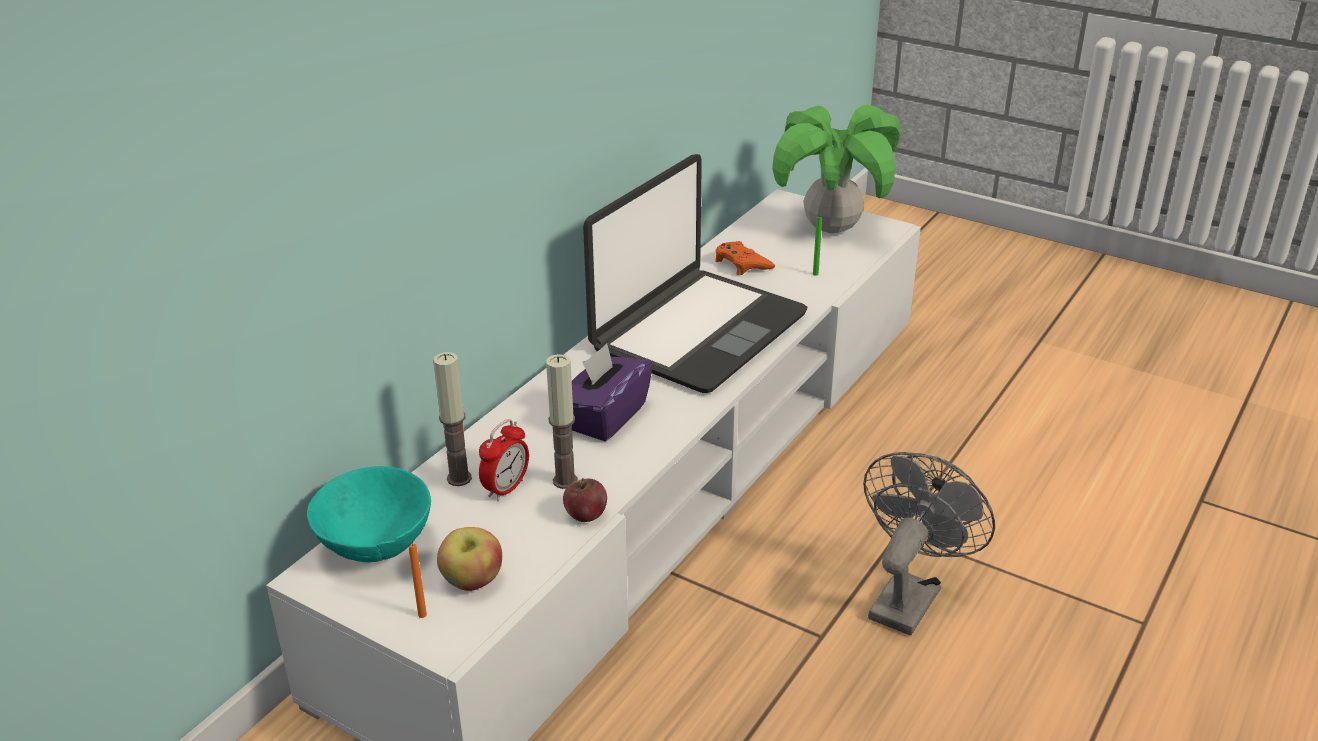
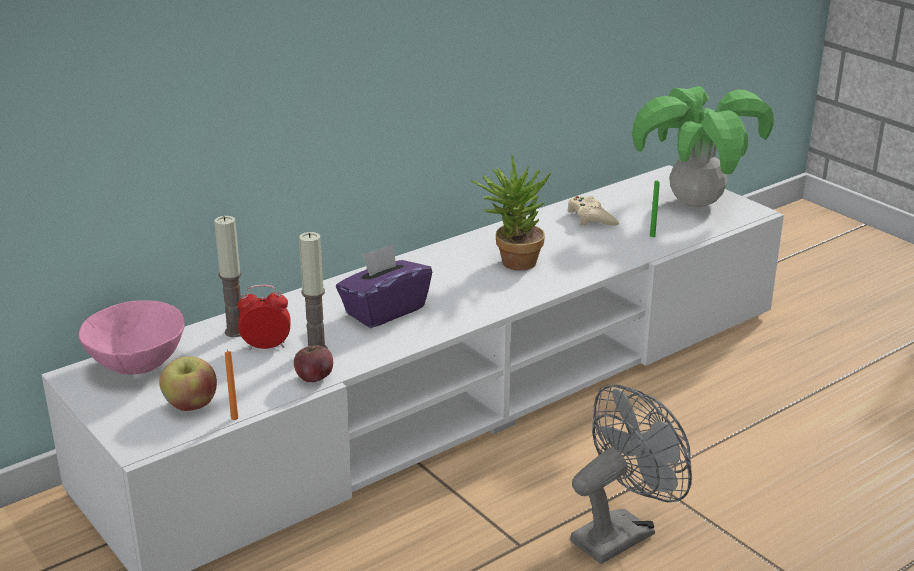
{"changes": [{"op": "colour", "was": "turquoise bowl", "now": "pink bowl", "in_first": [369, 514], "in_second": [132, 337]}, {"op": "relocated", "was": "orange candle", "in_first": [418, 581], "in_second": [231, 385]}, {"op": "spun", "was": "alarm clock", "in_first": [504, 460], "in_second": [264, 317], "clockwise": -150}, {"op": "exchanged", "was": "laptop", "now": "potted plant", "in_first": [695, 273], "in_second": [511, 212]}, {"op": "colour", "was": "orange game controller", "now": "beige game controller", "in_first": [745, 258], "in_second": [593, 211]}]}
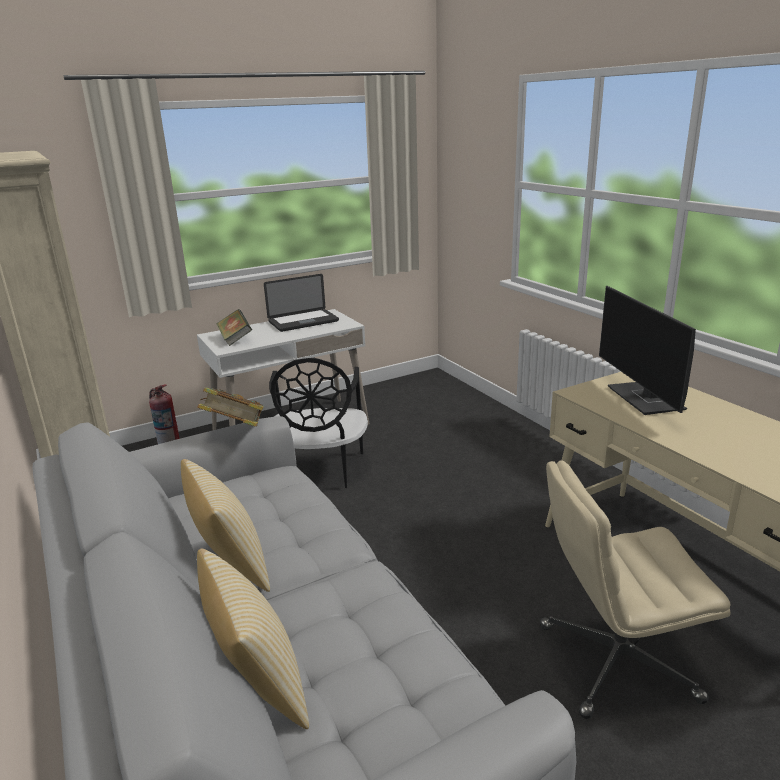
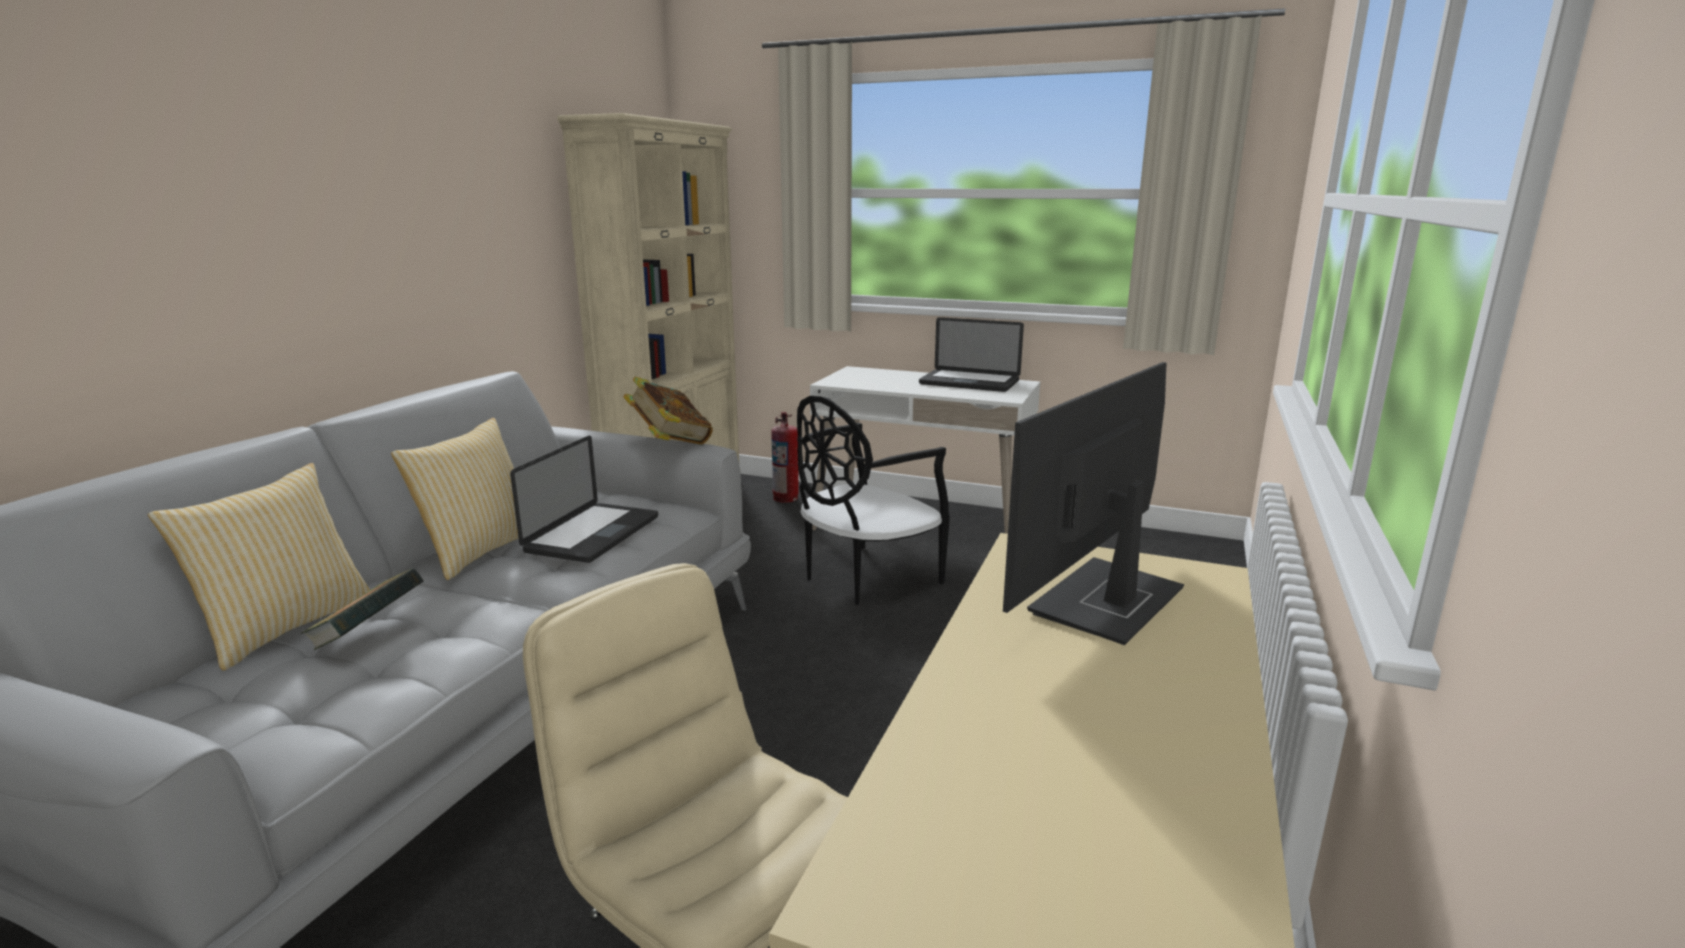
{"changes": [{"op": "relocated", "was": "book", "in_first": [234, 327], "in_second": [362, 609]}, {"op": "appeared", "now": "laptop", "in_second": [584, 499]}]}
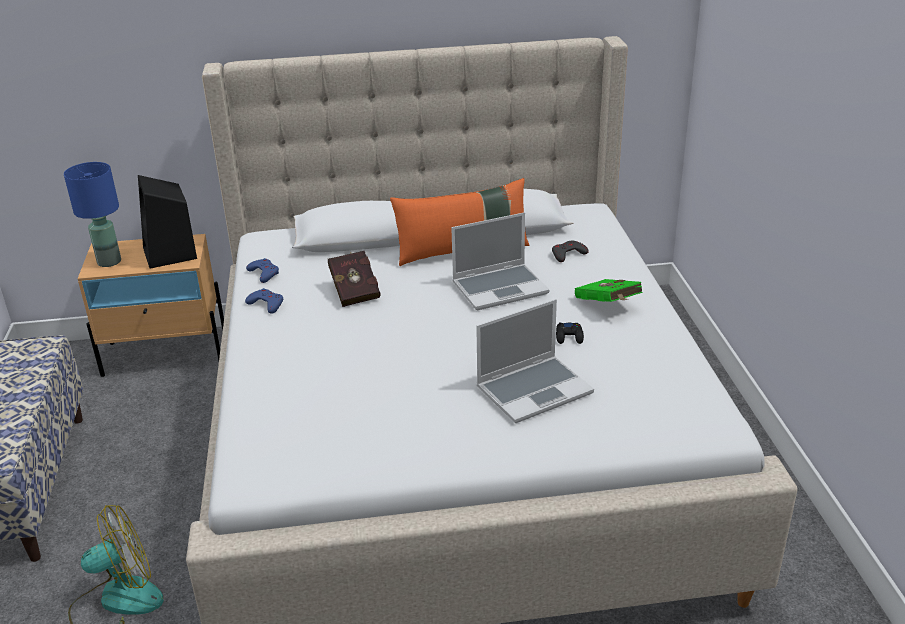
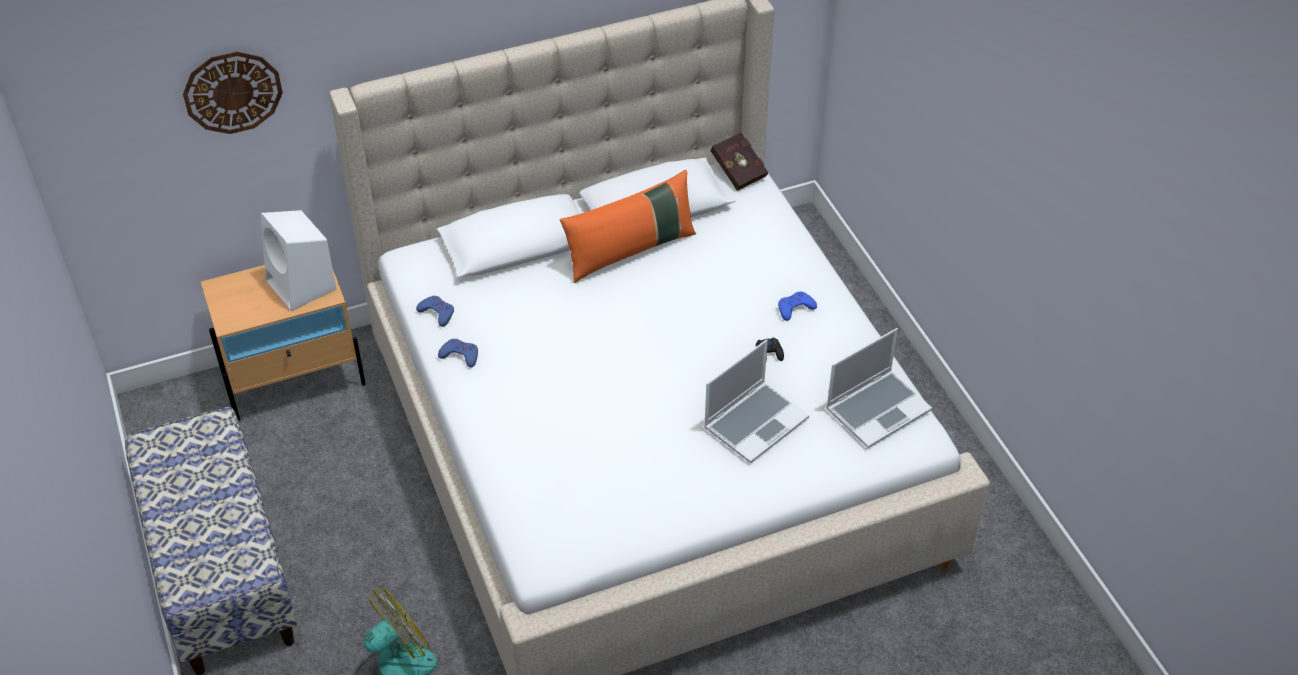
{"changes": [{"op": "appeared", "now": "wall clock", "in_second": [233, 92]}, {"op": "colour", "was": "black speaker", "now": "white speaker", "in_first": [167, 222], "in_second": [298, 260]}, {"op": "relocated", "was": "red book", "in_first": [354, 279], "in_second": [739, 162]}, {"op": "exchanged", "was": "green book", "now": "blue game controller", "in_first": [609, 290], "in_second": [797, 306]}, {"op": "relocated", "was": "laptop", "in_first": [500, 261], "in_second": [879, 388]}, {"op": "missing", "was": "blue table lamp", "in_first": [92, 214]}, {"op": "missing", "was": "grey game controller", "in_first": [570, 251]}]}
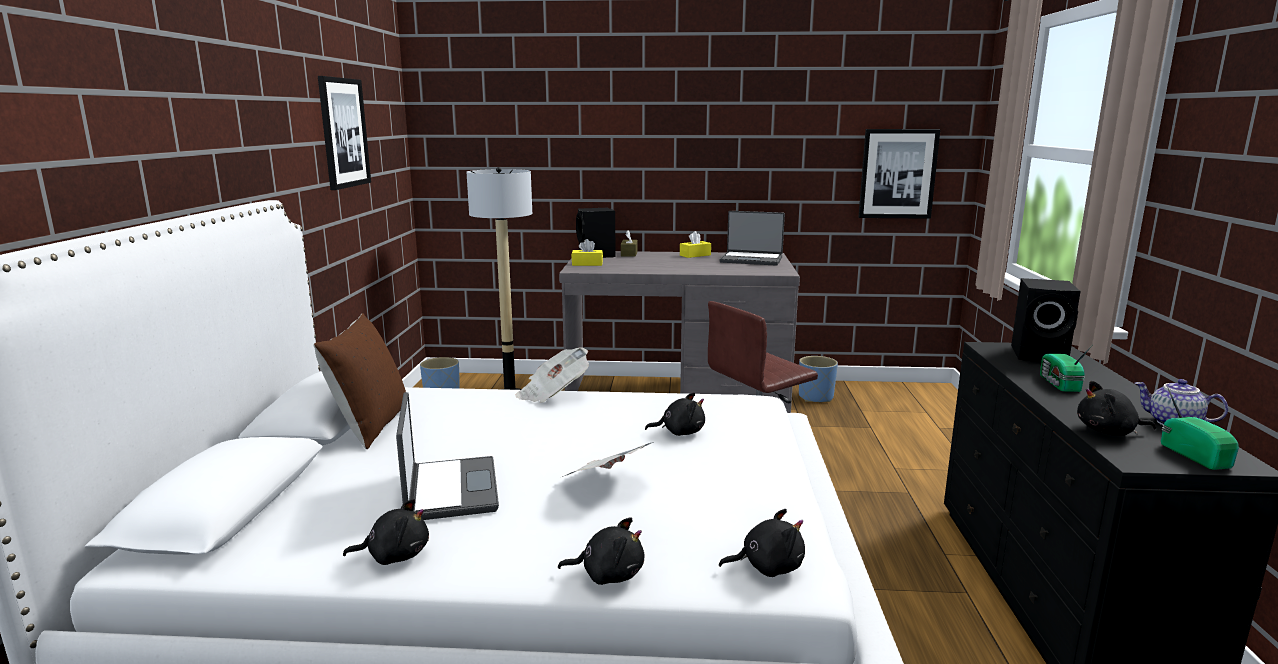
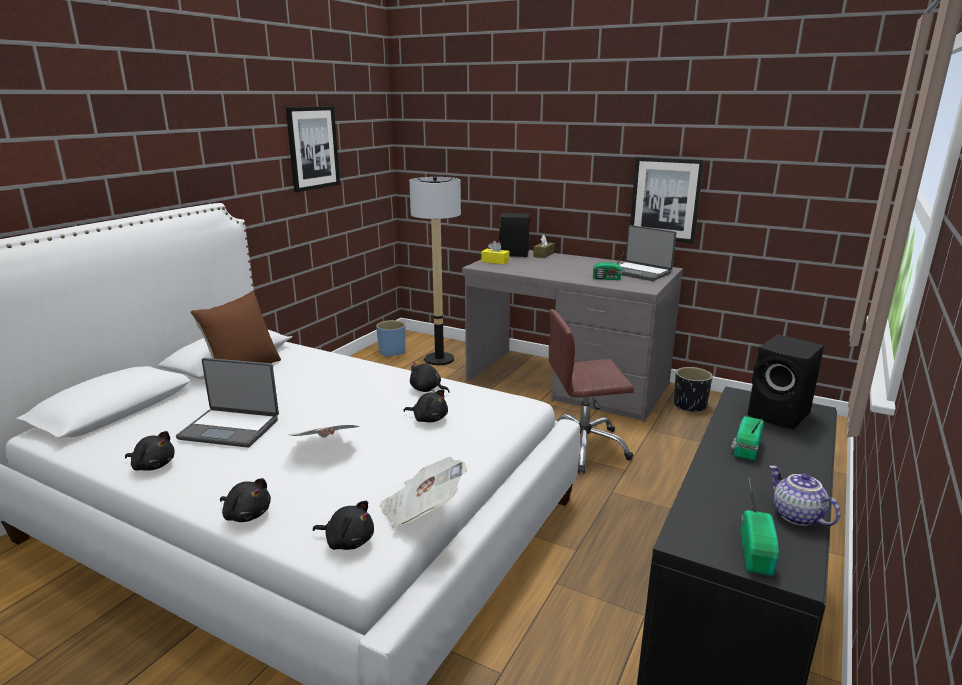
{"changes": [{"op": "spun", "was": "laptop", "in_first": [447, 456], "in_second": [227, 403], "clockwise": 90}, {"op": "relocated", "was": "newspaper", "in_first": [552, 375], "in_second": [423, 492]}, {"op": "relocated", "was": "black plush toy", "in_first": [1116, 408], "in_second": [429, 375]}, {"op": "appeared", "now": "radio", "in_second": [609, 265]}, {"op": "relocated", "was": "picture", "in_first": [899, 174], "in_second": [667, 200]}, {"op": "colour", "was": "blue planter", "now": "black planter", "in_first": [818, 379], "in_second": [693, 390]}, {"op": "missing", "was": "yellow tissue box", "in_first": [695, 244]}]}
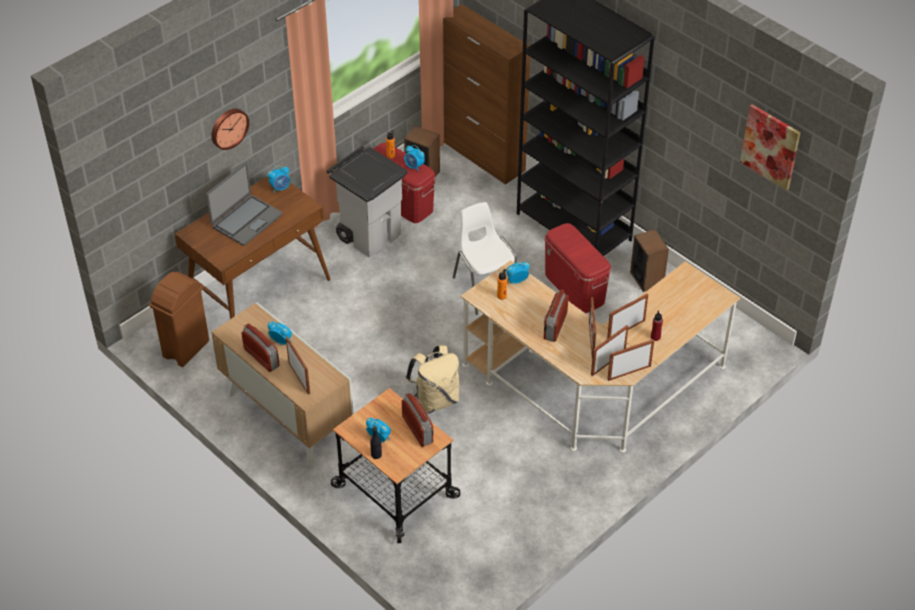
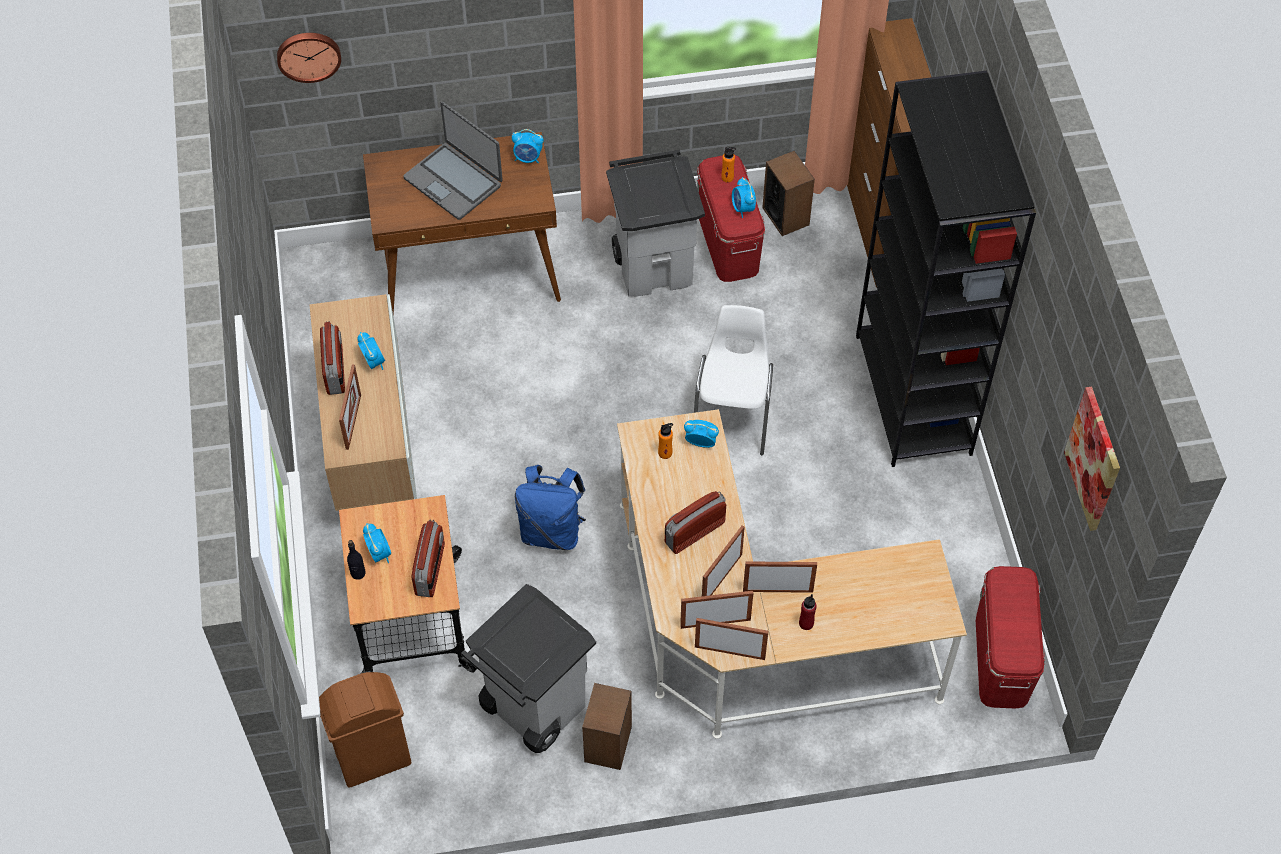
{"changes": [{"op": "relocated", "was": "wall clock", "in_first": [230, 129], "in_second": [309, 58]}, {"op": "relocated", "was": "brown trash can", "in_first": [179, 319], "in_second": [365, 730]}, {"op": "spun", "was": "laptop", "in_first": [244, 204], "in_second": [453, 161], "clockwise": 60}, {"op": "appeared", "now": "grey trash can", "in_second": [528, 668]}, {"op": "colour", "was": "beige backpack", "now": "blue backpack", "in_first": [432, 379], "in_second": [550, 507]}, {"op": "relocated", "was": "speaker", "in_first": [649, 260], "in_second": [607, 726]}, {"op": "relocated", "was": "red storage box", "in_first": [578, 268], "in_second": [1010, 637]}]}
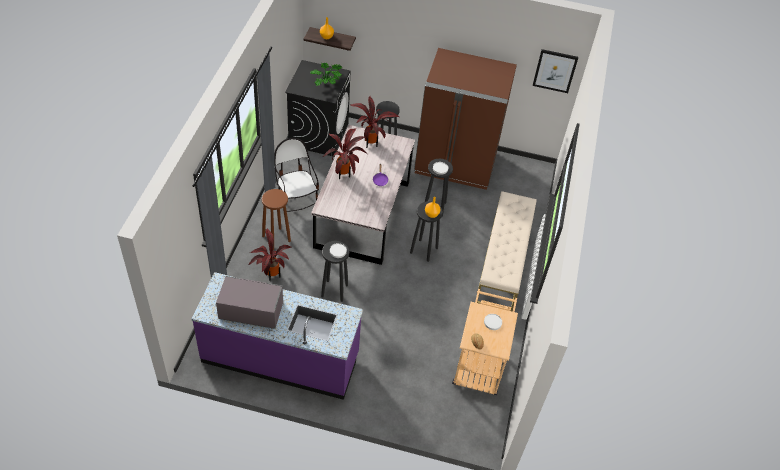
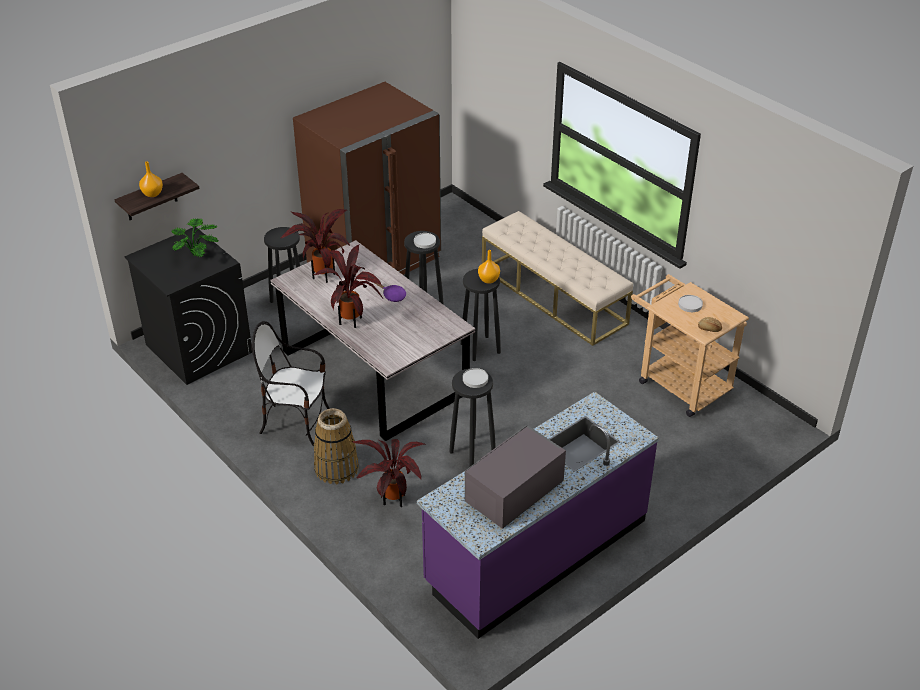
{"changes": [{"op": "exchanged", "was": "brown stool", "now": "basket", "in_first": [276, 219], "in_second": [336, 446]}, {"op": "missing", "was": "picture", "in_first": [555, 71]}]}
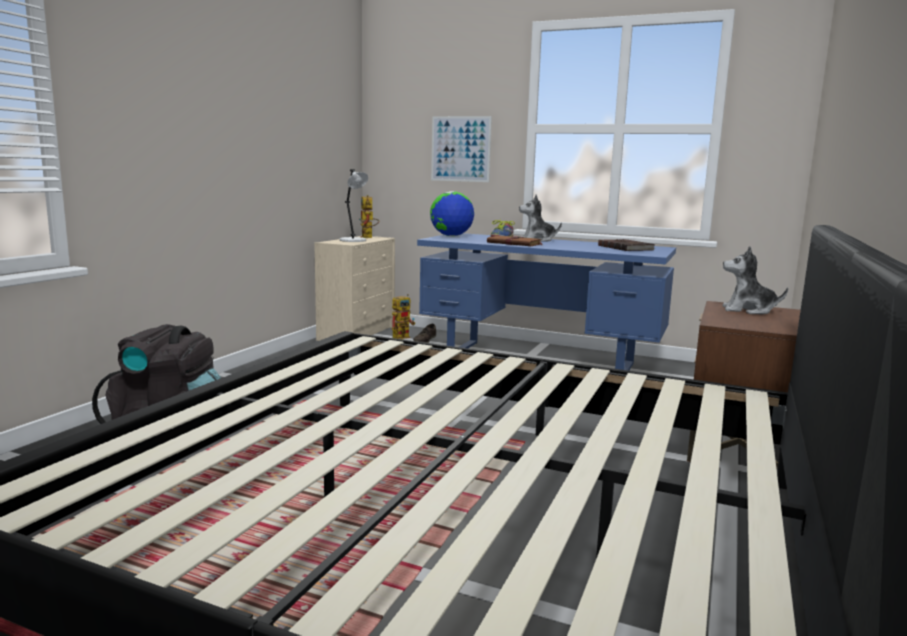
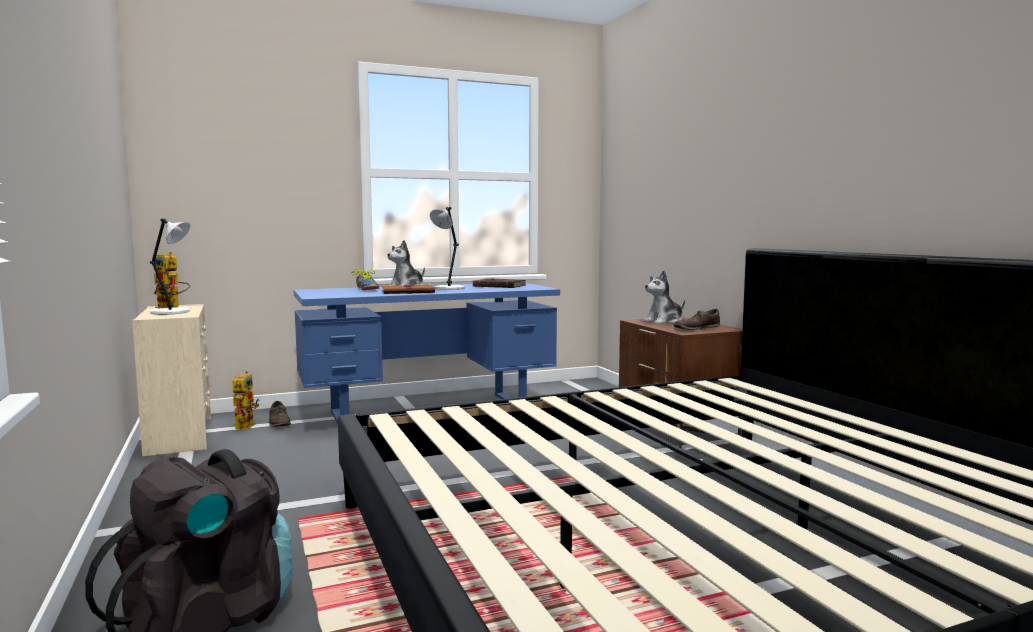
{"changes": [{"op": "appeared", "now": "grey table lamp", "in_second": [447, 248]}, {"op": "appeared", "now": "brown shoe", "in_second": [696, 319]}, {"op": "missing", "was": "globe", "in_first": [452, 213]}, {"op": "missing", "was": "picture", "in_first": [461, 149]}]}
